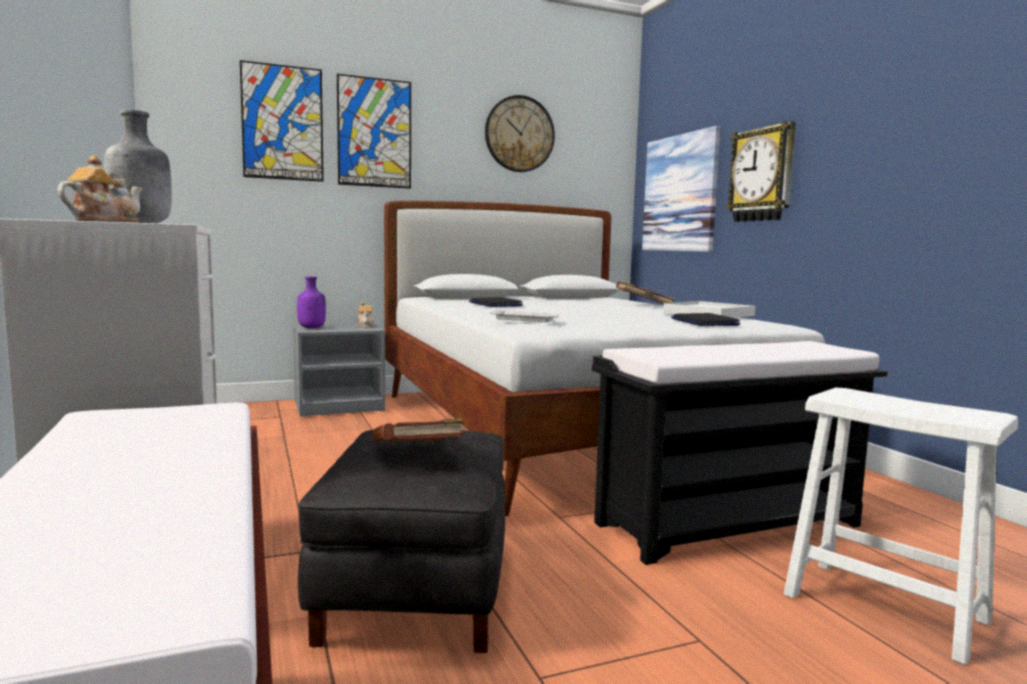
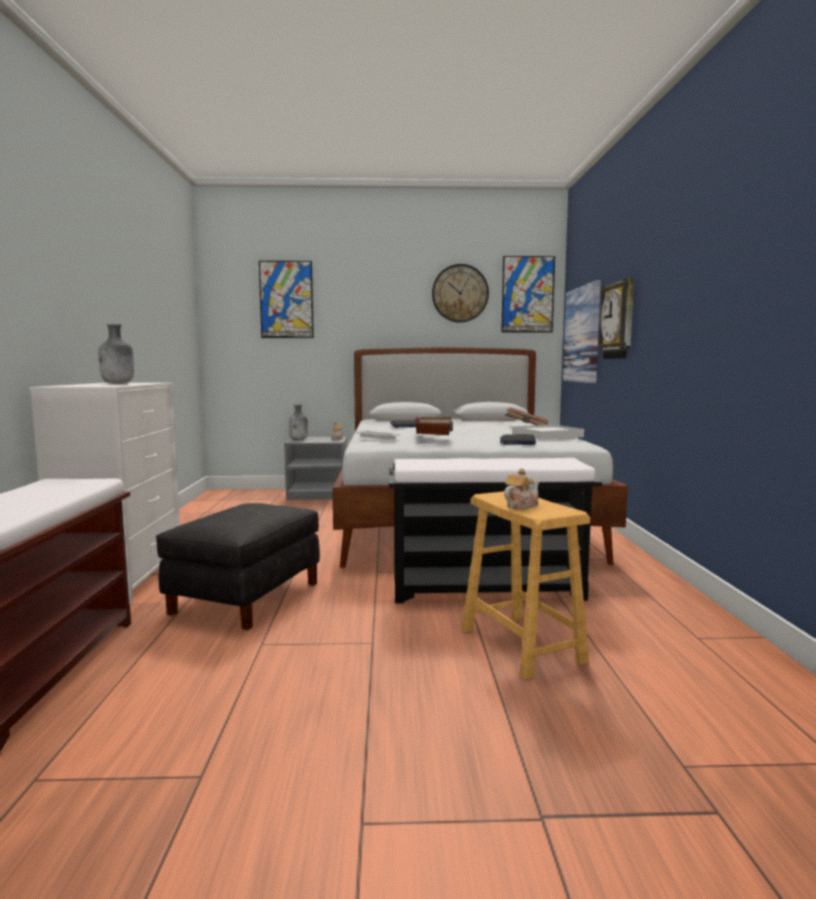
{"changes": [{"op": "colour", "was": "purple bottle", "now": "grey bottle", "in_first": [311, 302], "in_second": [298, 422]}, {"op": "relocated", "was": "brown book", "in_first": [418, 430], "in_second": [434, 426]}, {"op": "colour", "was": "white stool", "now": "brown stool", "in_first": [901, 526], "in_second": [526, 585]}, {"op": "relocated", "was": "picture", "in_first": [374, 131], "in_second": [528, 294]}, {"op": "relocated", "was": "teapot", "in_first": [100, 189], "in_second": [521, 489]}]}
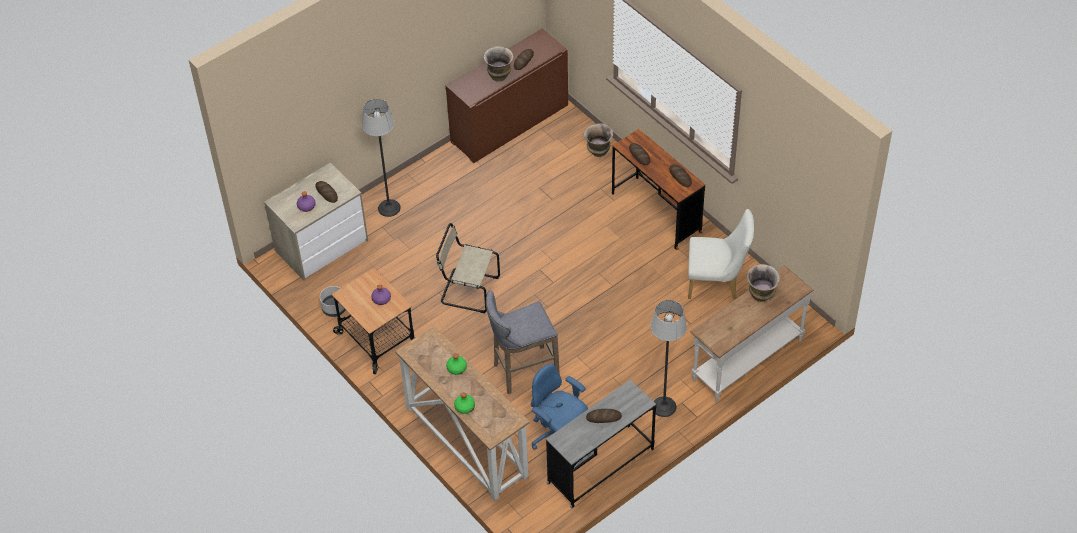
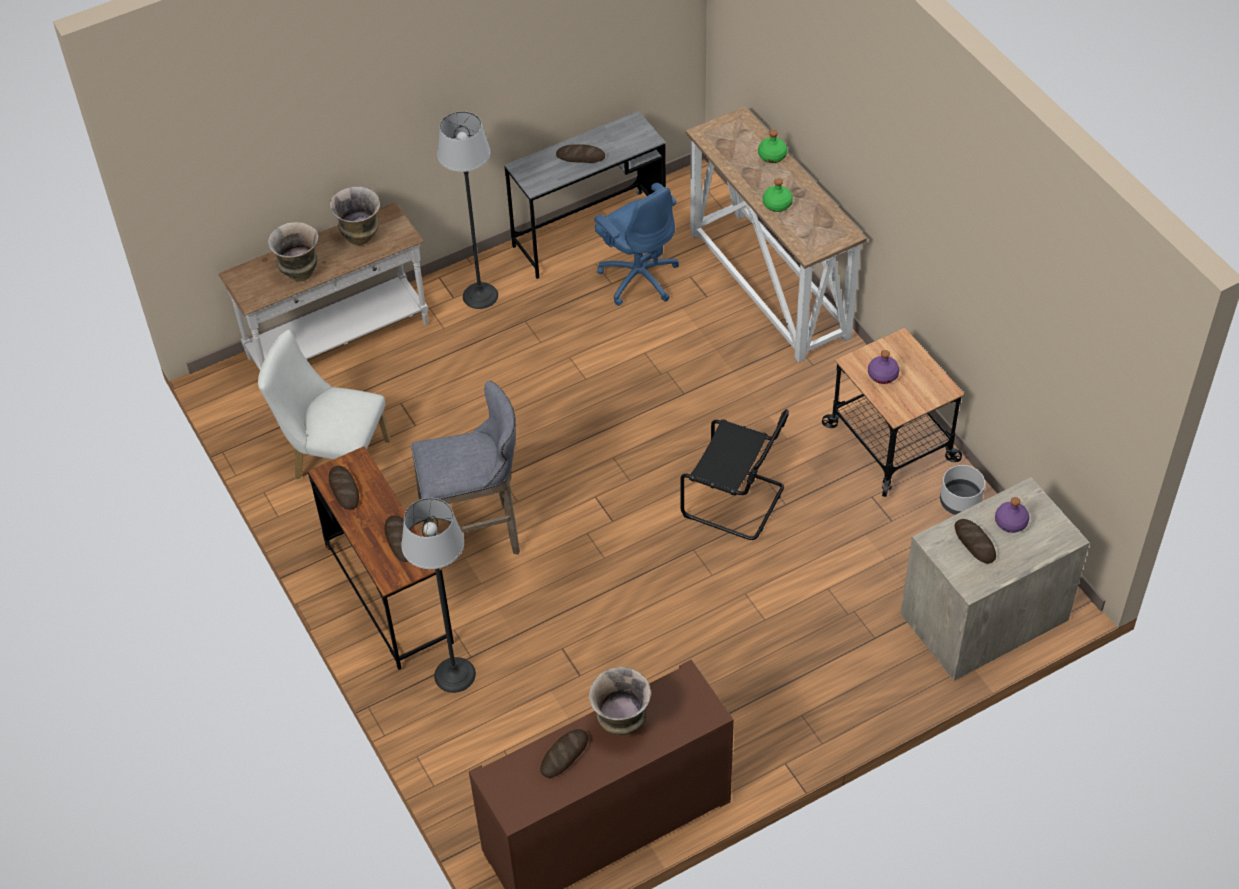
{"changes": [{"op": "relocated", "was": "vase", "in_first": [598, 140], "in_second": [355, 215]}, {"op": "relocated", "was": "floor lamp", "in_first": [381, 158], "in_second": [439, 595]}, {"op": "relocated", "was": "grey stool", "in_first": [523, 342], "in_second": [465, 468]}, {"op": "colour", "was": "beige chair", "now": "black chair", "in_first": [468, 268], "in_second": [734, 474]}]}
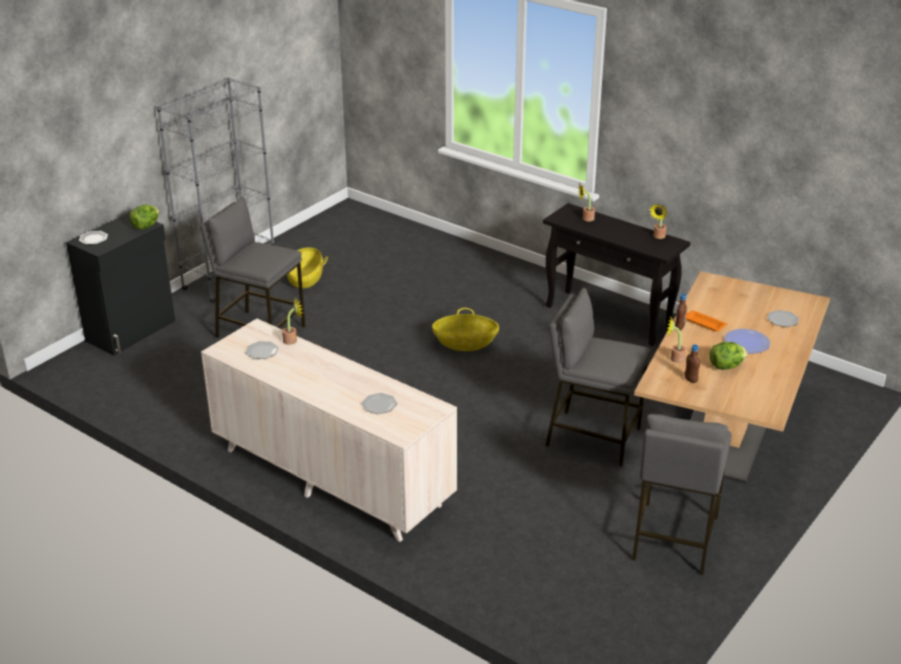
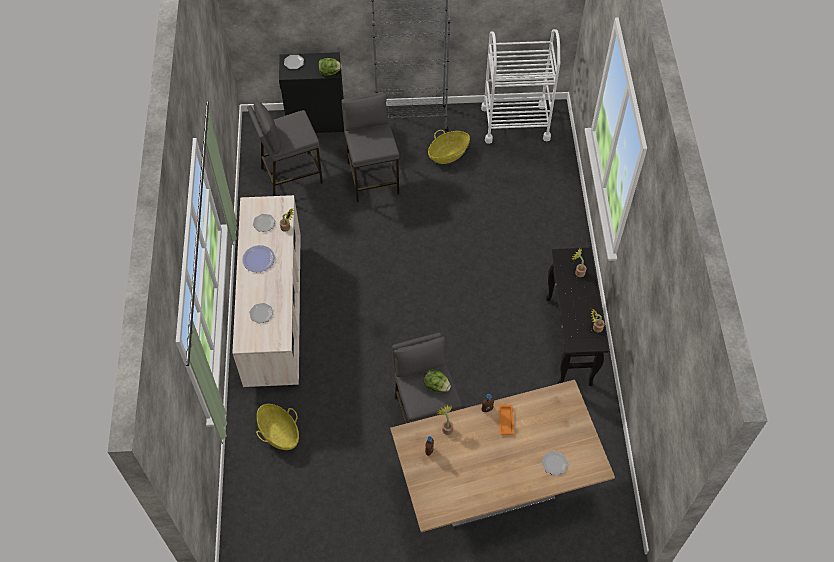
{"changes": [{"op": "relocated", "was": "plate", "in_first": [747, 341], "in_second": [258, 258]}, {"op": "relocated", "was": "grey stool", "in_first": [682, 494], "in_second": [285, 147]}, {"op": "relocated", "was": "basket", "in_first": [465, 329], "in_second": [277, 427]}, {"op": "relocated", "was": "lettuce", "in_first": [728, 356], "in_second": [437, 380]}, {"op": "appeared", "now": "white cart", "in_second": [520, 86]}]}
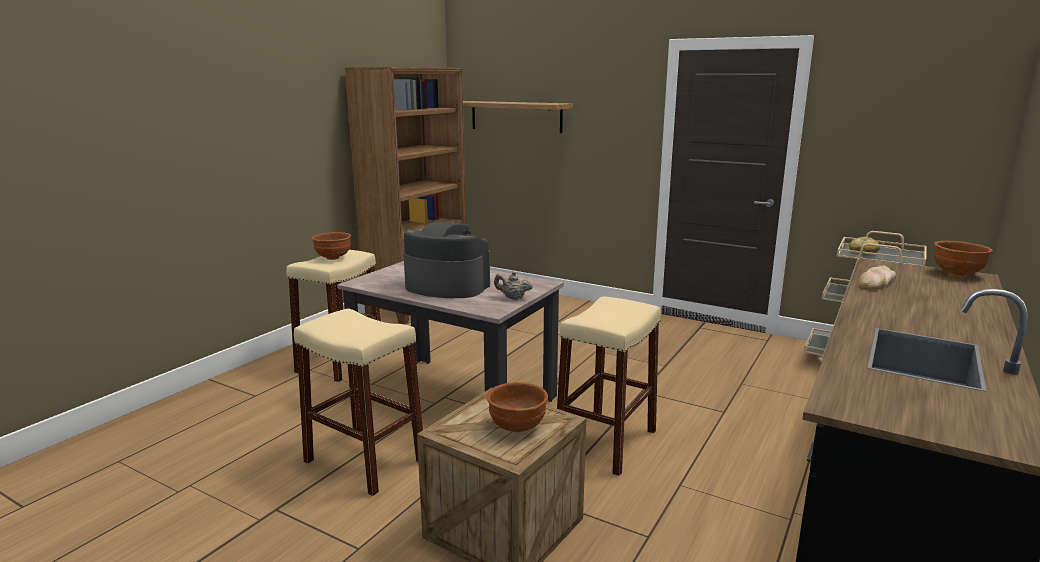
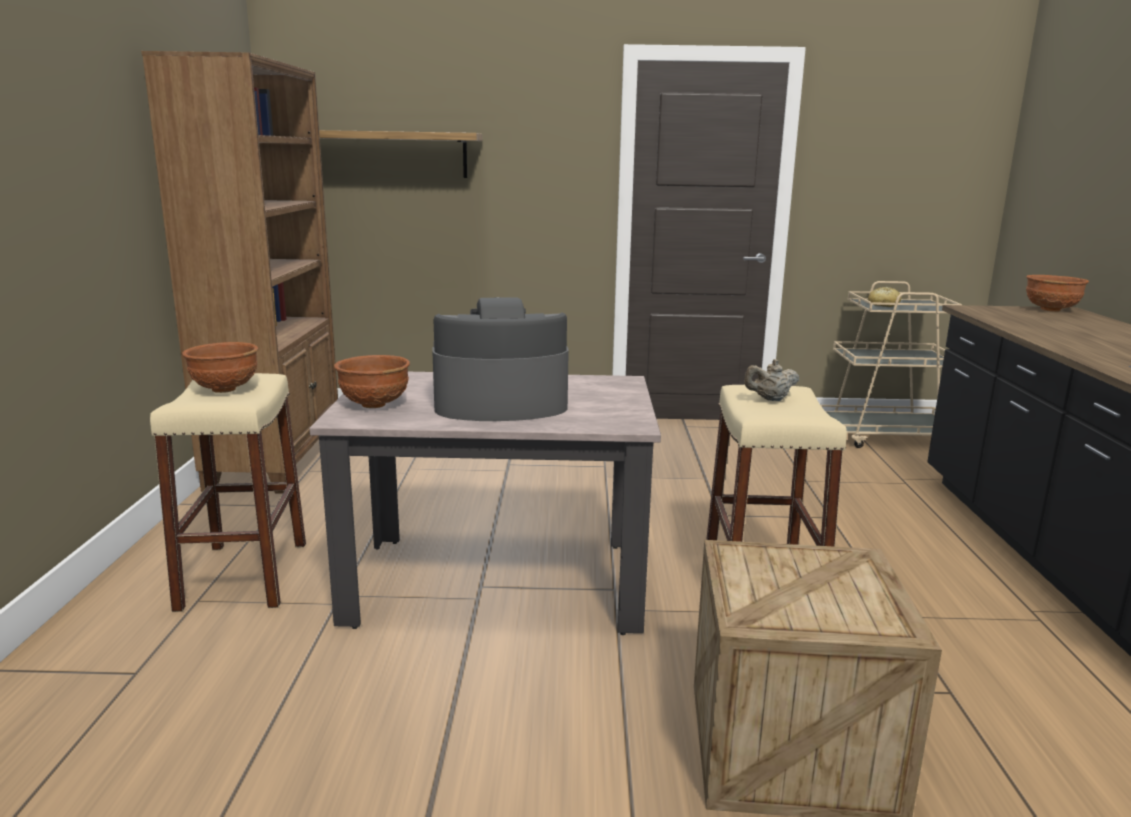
{"changes": [{"op": "relocated", "was": "brown bowl", "in_first": [517, 407], "in_second": [372, 381]}, {"op": "relocated", "was": "beige teapot", "in_first": [513, 286], "in_second": [771, 380]}, {"op": "missing", "was": "beige stool", "in_first": [358, 402]}, {"op": "missing", "was": "bread", "in_first": [877, 277]}]}
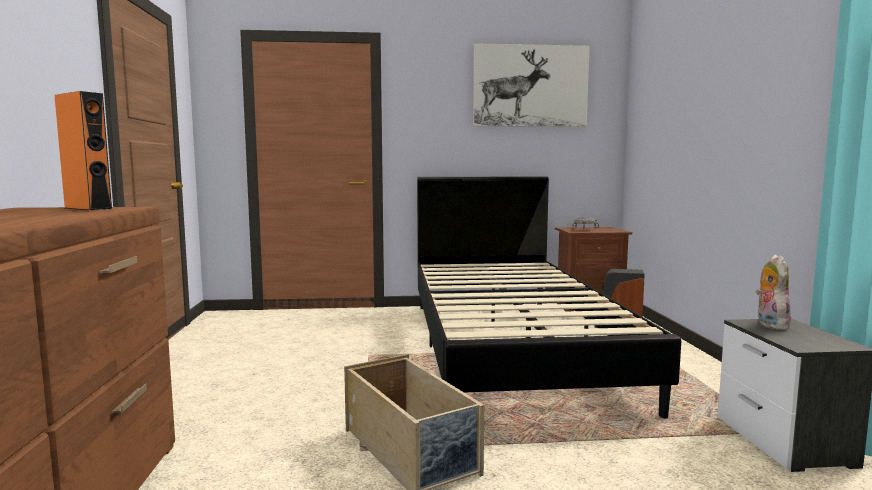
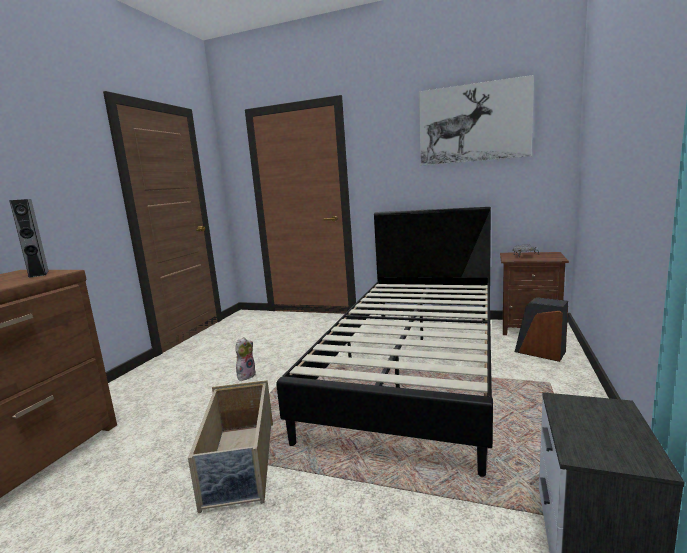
{"changes": [{"op": "colour", "was": "orange speaker", "now": "grey speaker", "in_first": [83, 151], "in_second": [29, 238]}, {"op": "relocated", "was": "plush toy", "in_first": [773, 292], "in_second": [245, 359]}]}
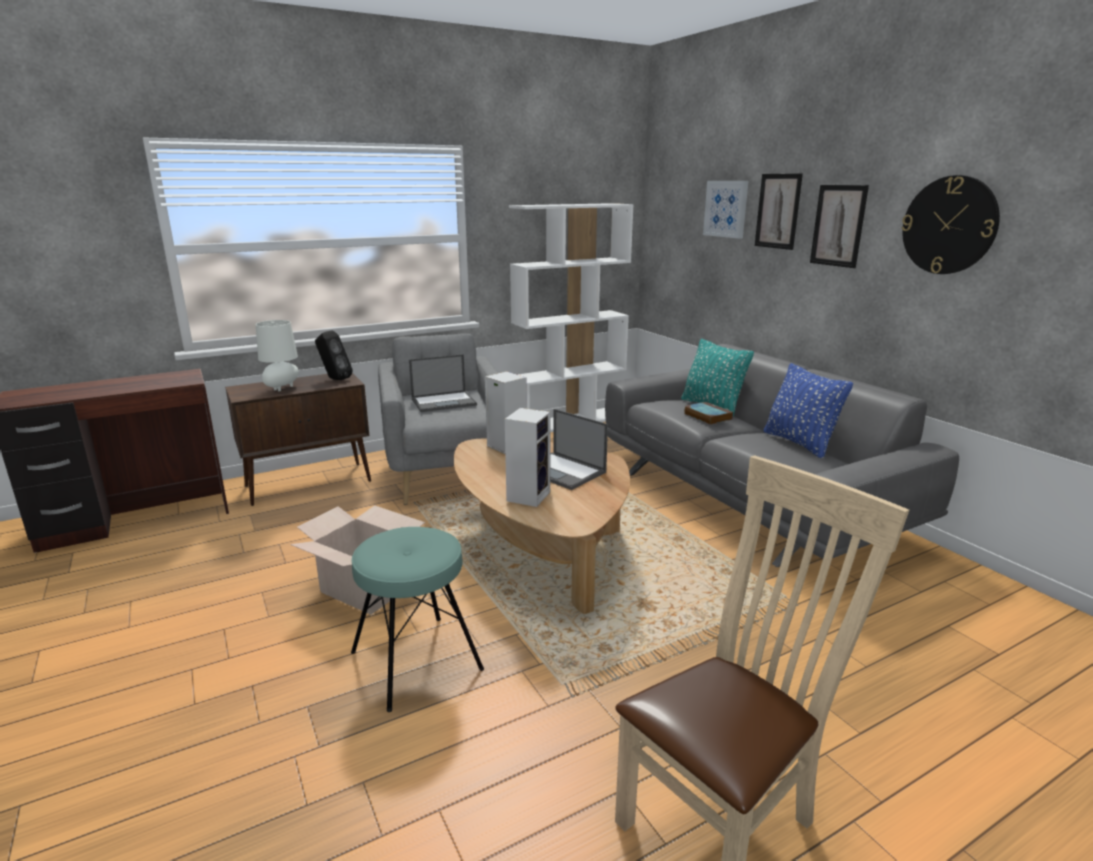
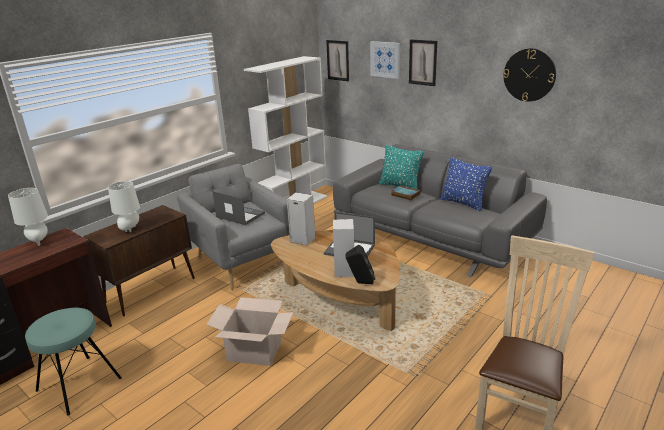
{"changes": [{"op": "appeared", "now": "white table lamp", "in_second": [28, 217]}, {"op": "relocated", "was": "turquoise stool", "in_first": [417, 619], "in_second": [73, 362]}, {"op": "spun", "was": "laptop", "in_first": [443, 383], "in_second": [238, 208], "clockwise": -105}, {"op": "relocated", "was": "picture", "in_first": [839, 226], "in_second": [337, 60]}, {"op": "relocated", "was": "black speaker", "in_first": [334, 355], "in_second": [360, 264]}]}
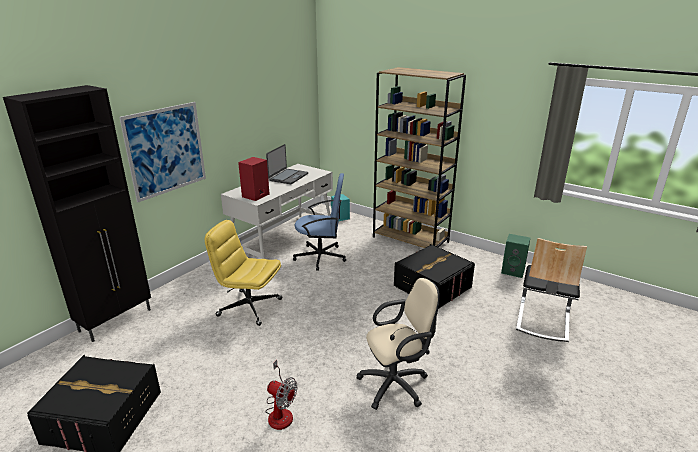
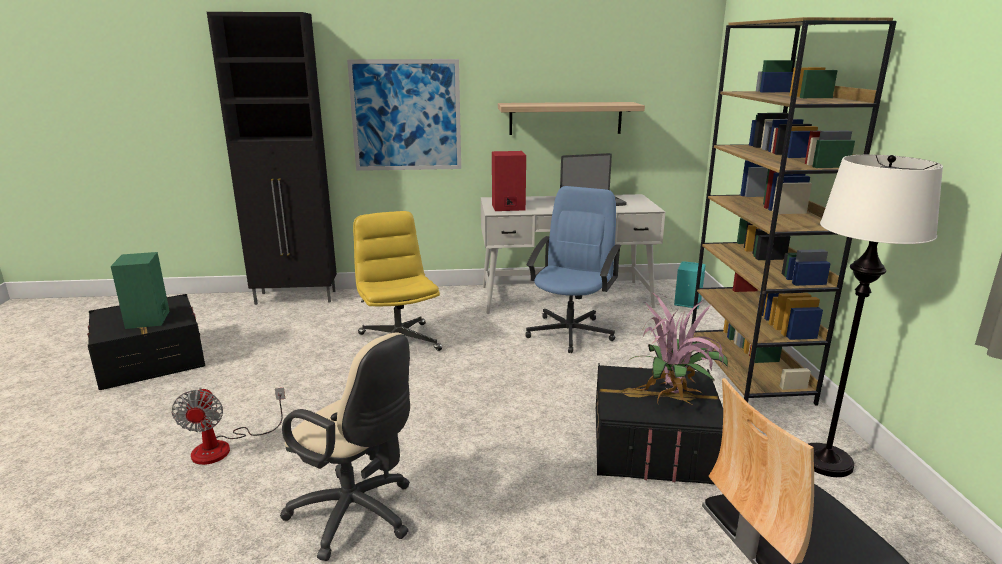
{"changes": [{"op": "relocated", "was": "green speaker", "in_first": [515, 256], "in_second": [140, 290]}, {"op": "appeared", "now": "shelf", "in_second": [571, 118]}, {"op": "spun", "was": "blue office chair", "in_first": [319, 221], "in_second": [573, 269], "clockwise": -120}, {"op": "appeared", "now": "potted plant", "in_second": [678, 348]}, {"op": "appeared", "now": "white floor lamp", "in_second": [875, 316]}]}
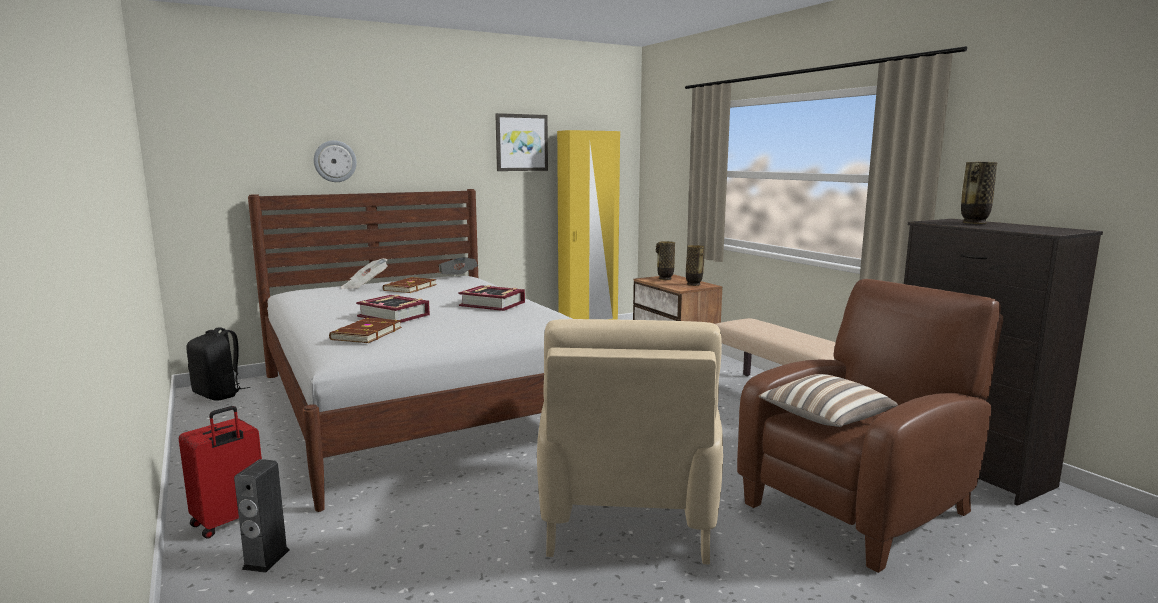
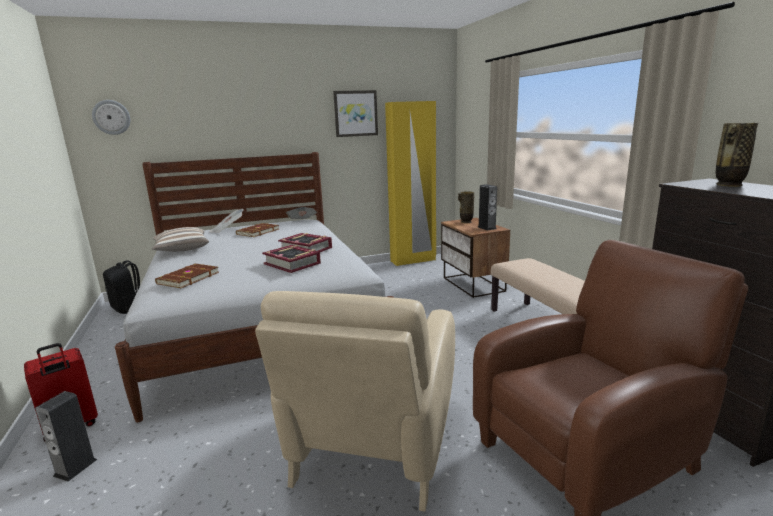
{"changes": [{"op": "relocated", "was": "wall clock", "in_first": [335, 161], "in_second": [111, 117]}, {"op": "relocated", "was": "pillow", "in_first": [828, 400], "in_second": [180, 239]}, {"op": "relocated", "was": "book", "in_first": [393, 309], "in_second": [291, 259]}, {"op": "exchanged", "was": "vase", "now": "speaker", "in_first": [695, 265], "in_second": [487, 207]}]}
